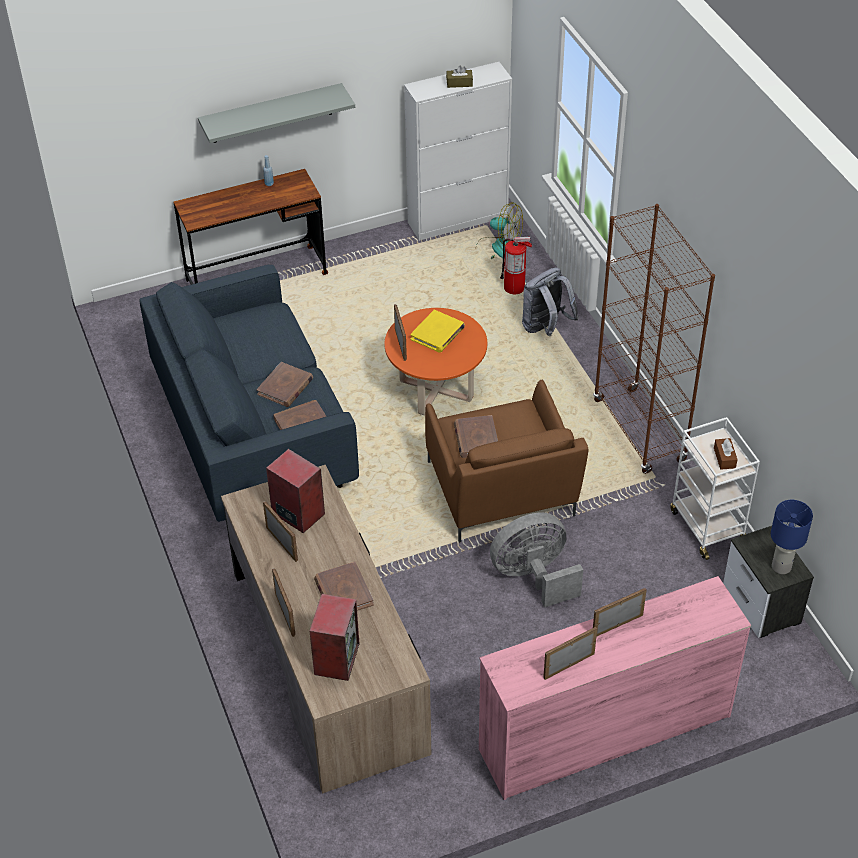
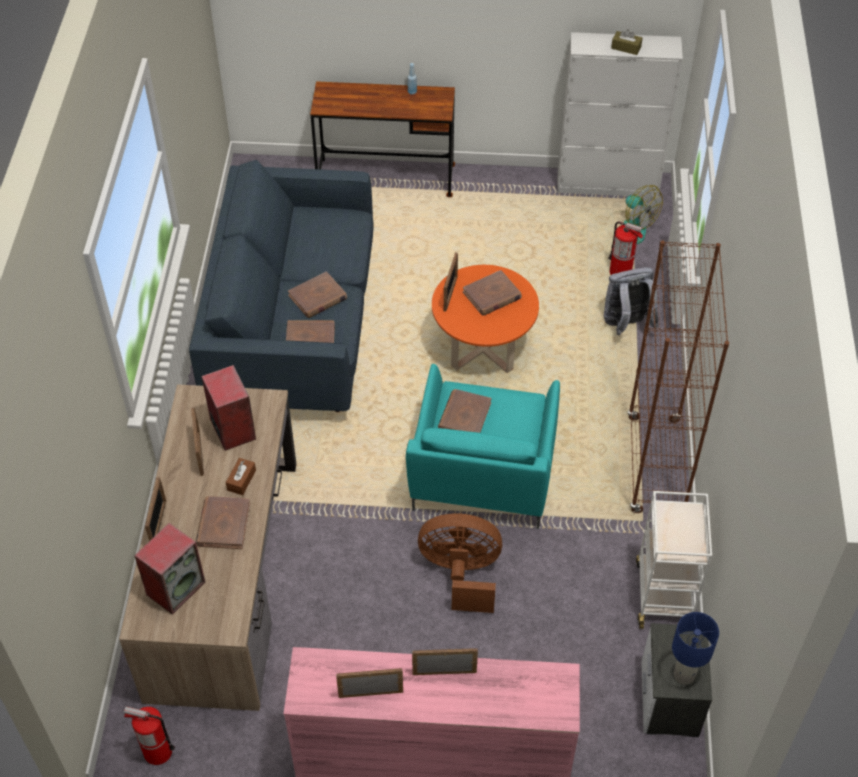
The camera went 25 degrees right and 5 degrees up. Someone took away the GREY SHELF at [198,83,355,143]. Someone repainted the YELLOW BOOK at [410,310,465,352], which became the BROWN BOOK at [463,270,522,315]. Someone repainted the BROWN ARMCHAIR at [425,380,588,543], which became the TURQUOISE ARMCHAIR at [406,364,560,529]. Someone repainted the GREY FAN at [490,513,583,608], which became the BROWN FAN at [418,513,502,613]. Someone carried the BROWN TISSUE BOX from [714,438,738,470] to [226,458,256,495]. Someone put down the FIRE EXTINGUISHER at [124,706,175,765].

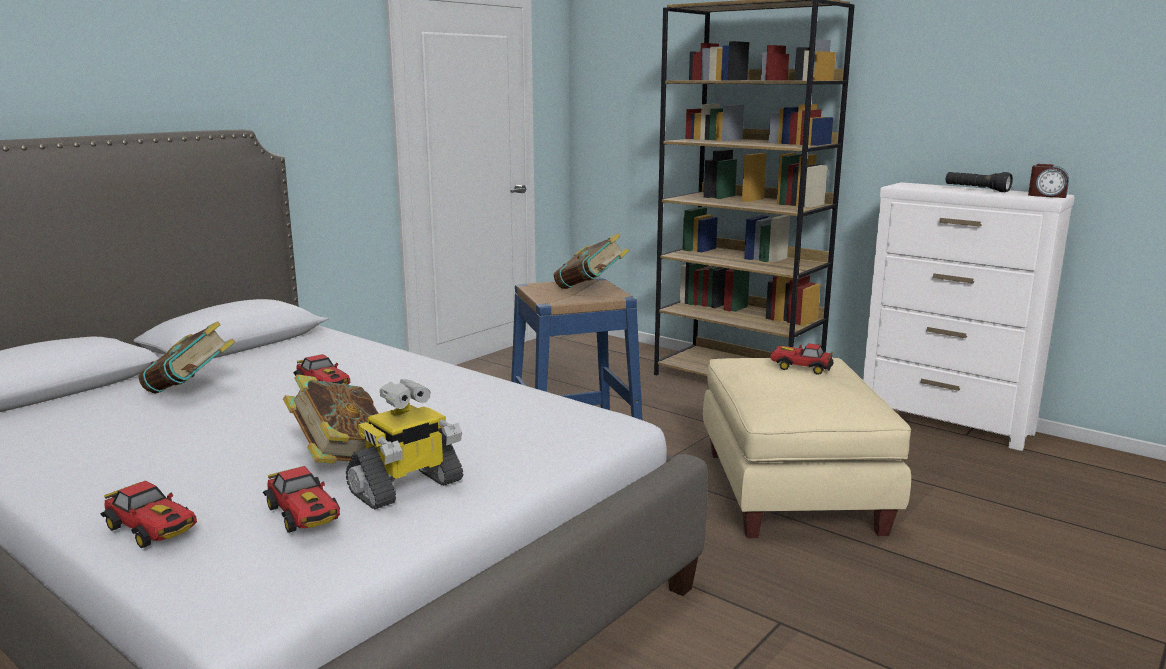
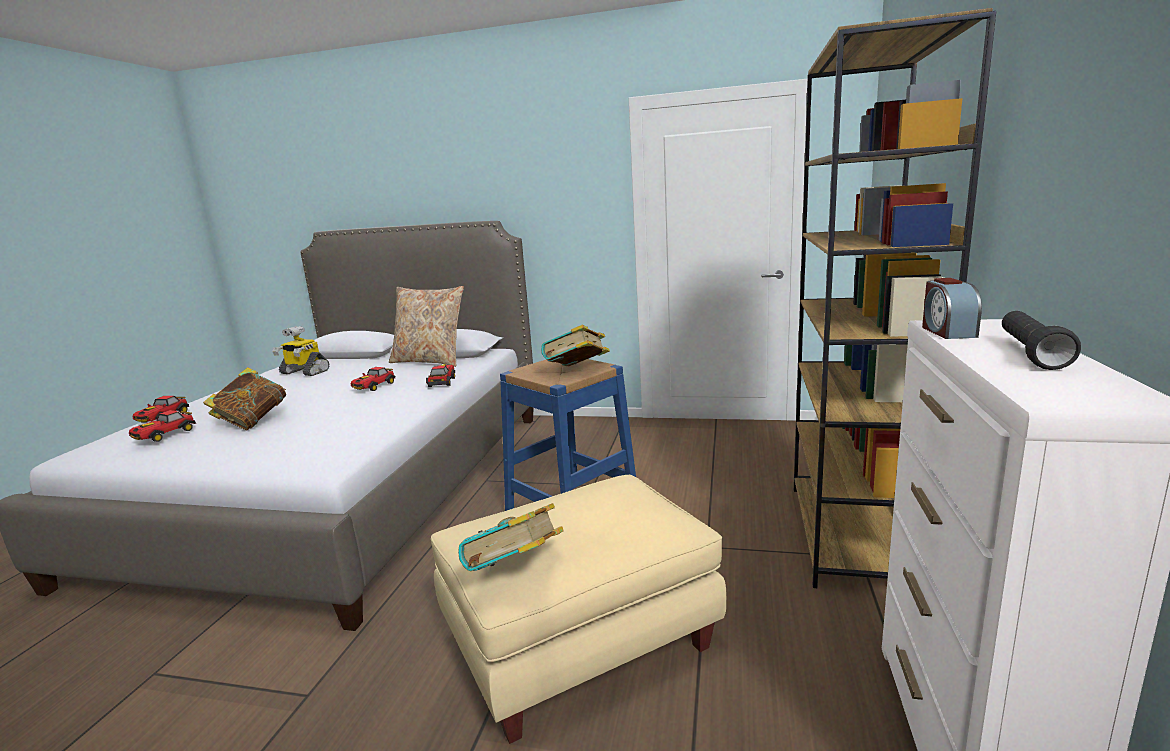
The camera went 65 degrees right and 0 degrees up. Someone carried the BOOK from [138,321,235,394] to [458,503,564,571]. Someone carried the TOY ROBOT from [346,379,463,510] to [272,326,329,376]. Someone carried the TOY CAR from [770,343,834,375] to [426,364,455,387]. Someone carried the ALARM CLOCK from [1028,164,1069,198] to [922,278,982,339]. Someone put down the BEIGE PILLOW at [389,286,464,367].

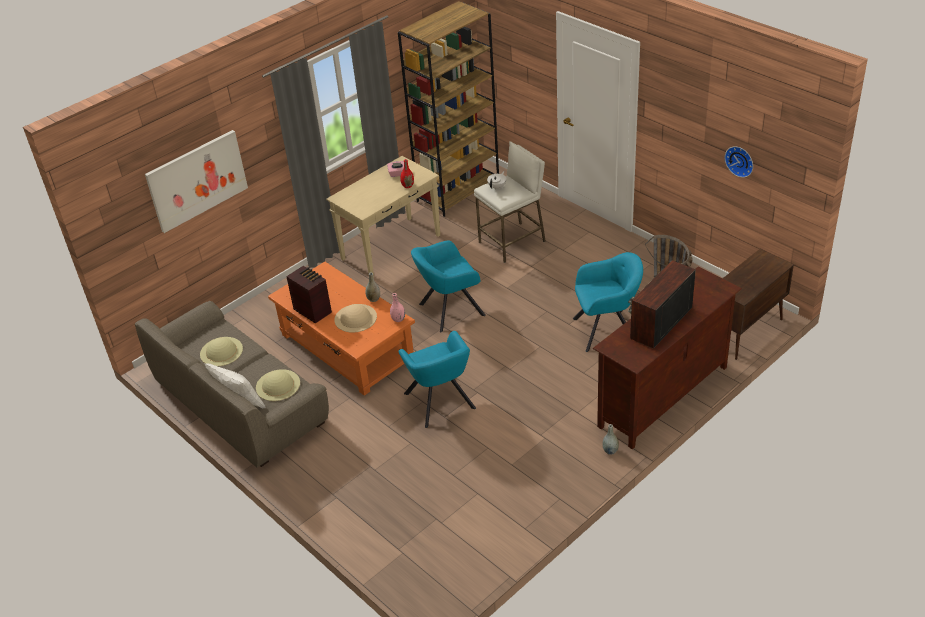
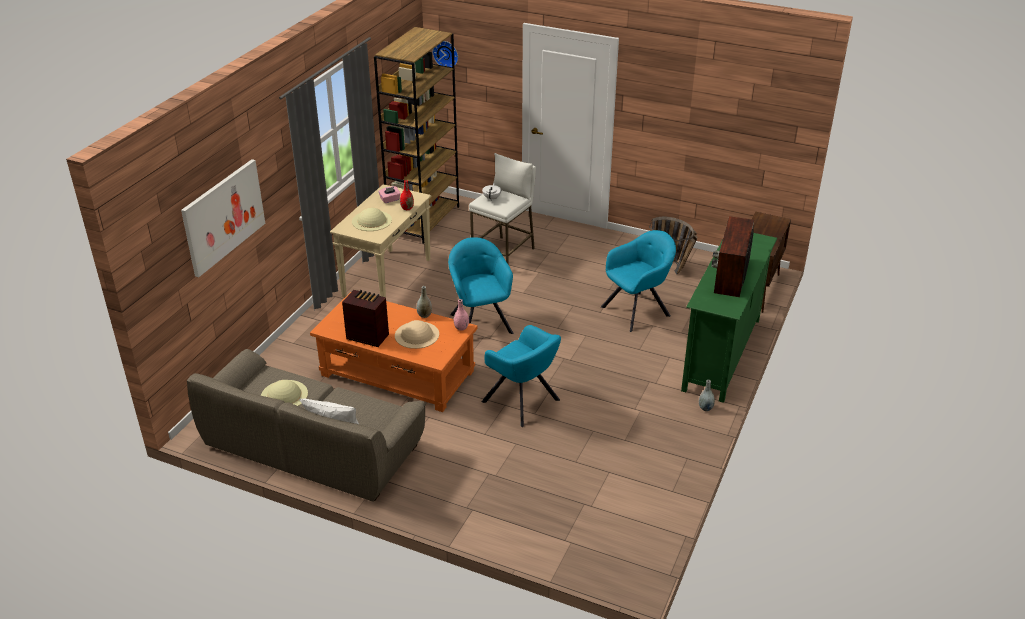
The camera went 25 degrees left and 5 degrees down. Someone carried the BEIGE HAT from [256,369,300,401] to [352,208,392,231]. Someone rotated the TURQUOISE ARMCHAIR at [411,241,486,333] by 120 degrees clockwise. Someone repainted the BROWN TV STAND at [593,267,742,450], which became the GREEN TV STAND at [681,233,777,403]. Someone carried the WALL CLOCK from [725,146,753,178] to [433,41,458,67].

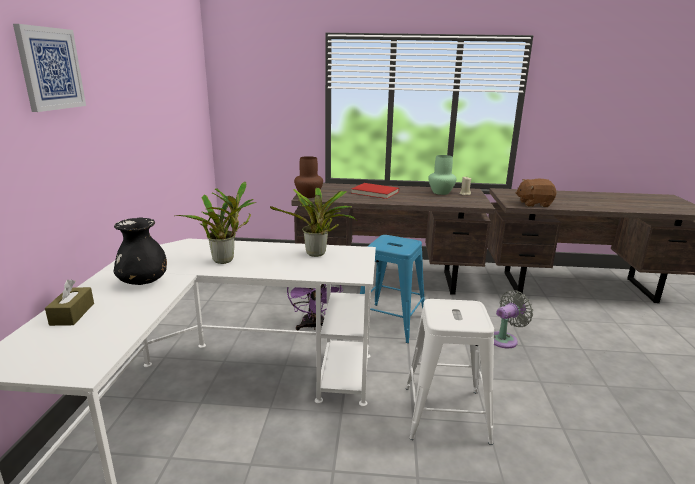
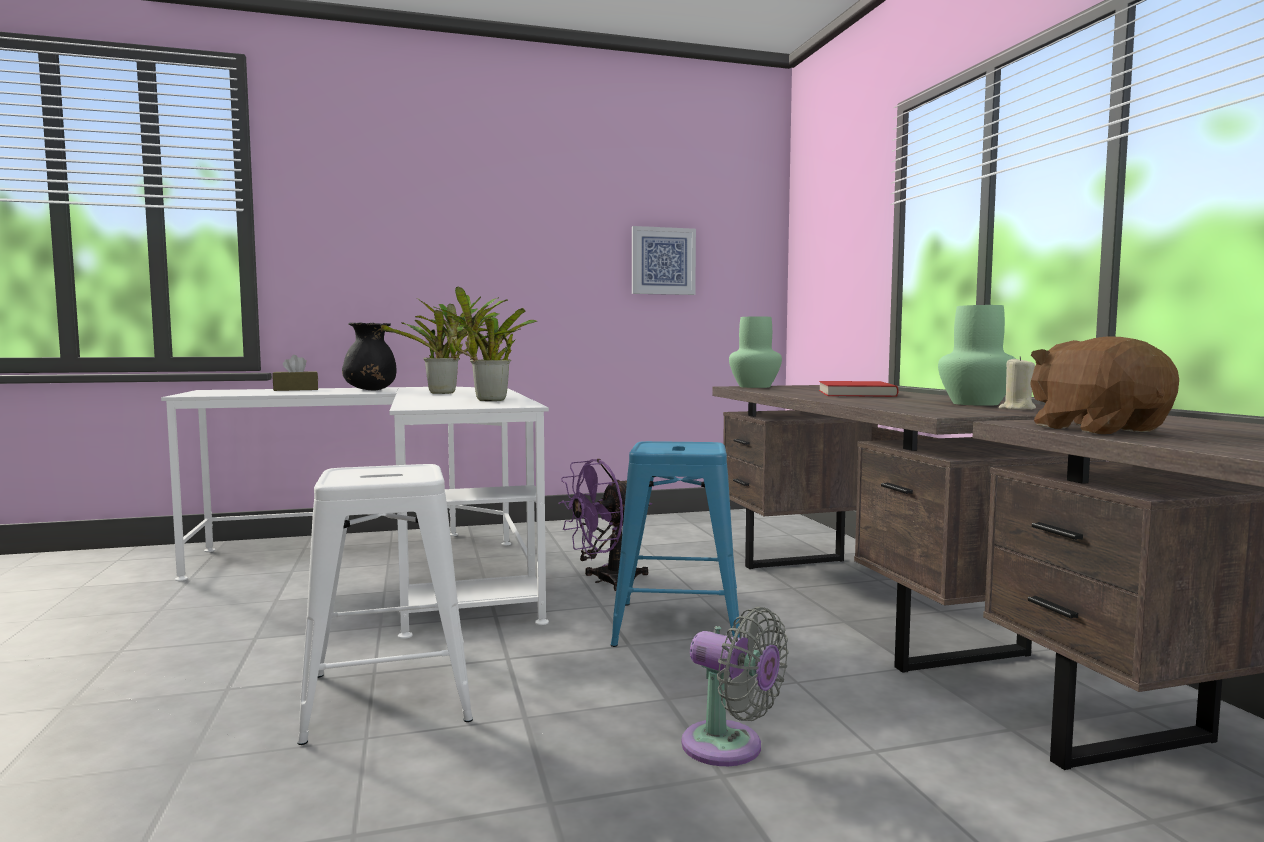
The camera went 70 degrees right and 15 degrees down. Someone carried the PICTURE from [13,24,86,112] to [632,226,696,295]. Someone repainted the BROWN VASE at [294,156,323,198], which became the GREEN VASE at [729,316,782,388].

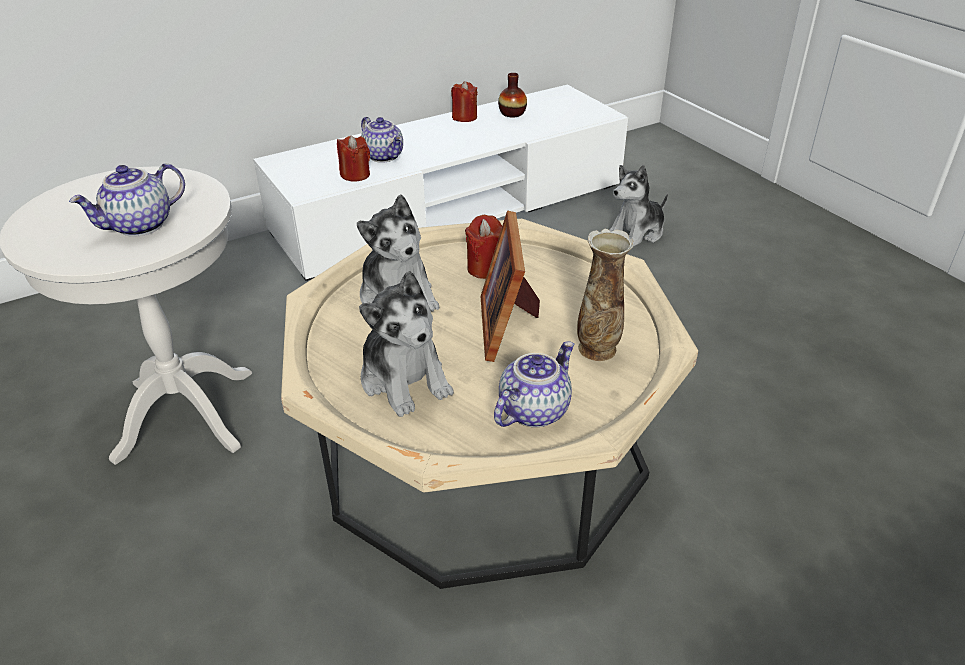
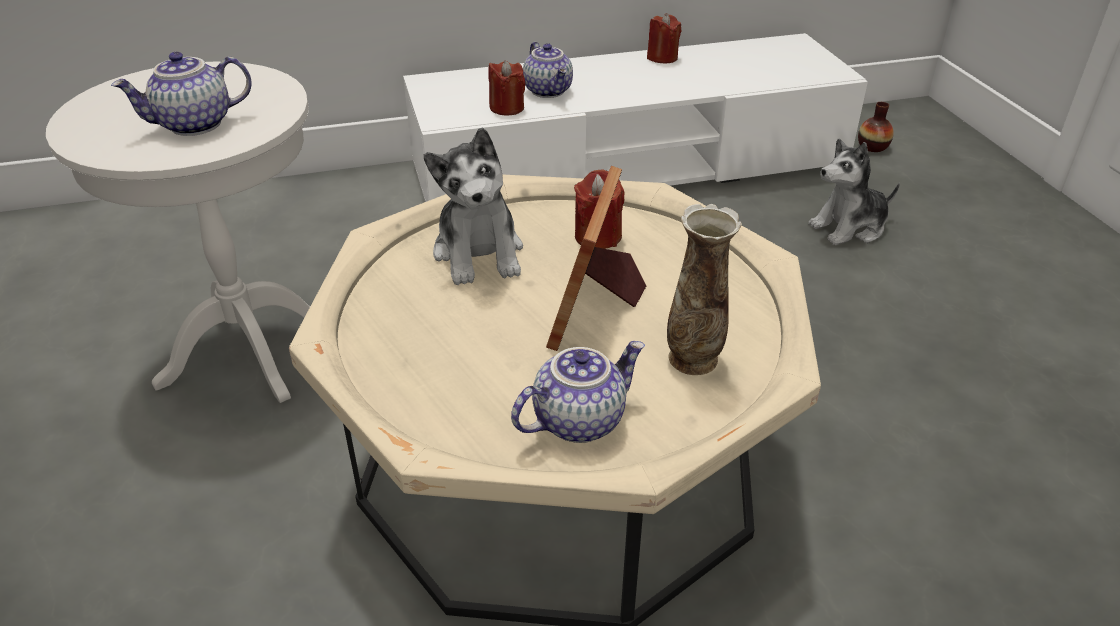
The camera went 15 degrees right and 0 degrees up. Someone took away the PLUSH TOY at [359,271,454,417]. Someone carried the VASE from [498,73,527,118] to [858,102,894,152].

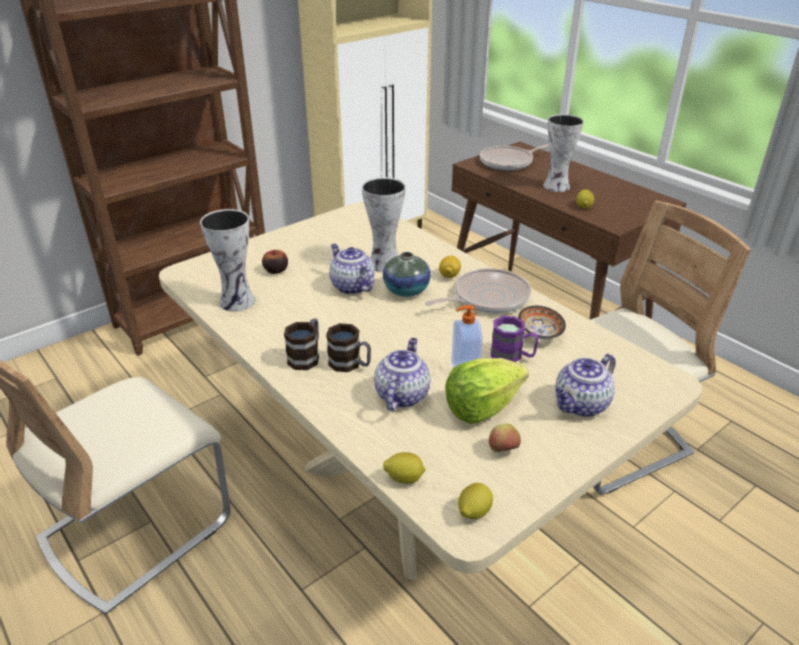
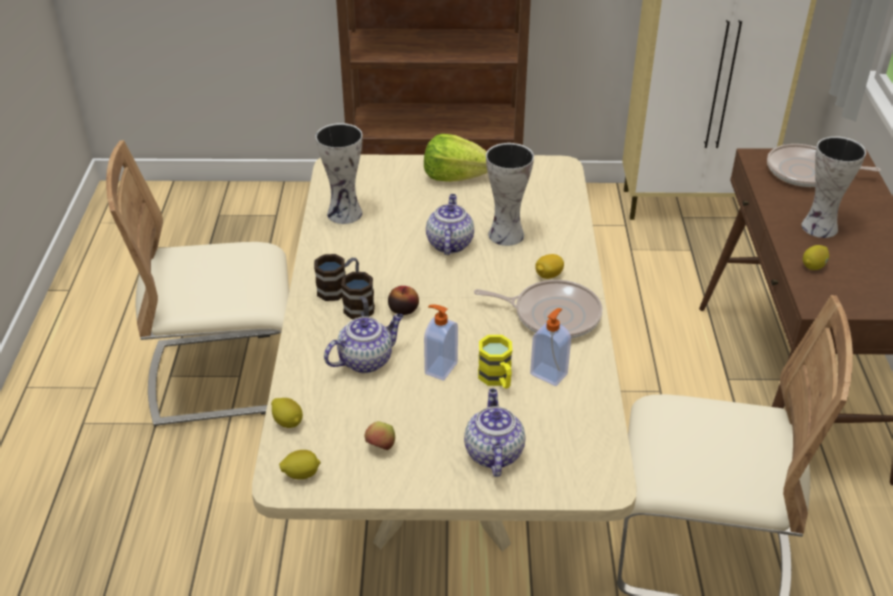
The camera went 40 degrees right and 5 degrees up. Someone carried the APPLE from [262,250,288,274] to [388,286,419,315]. Someone took away the VASE at [383,252,431,297]. Someone carried the LETTUCE from [445,358,529,424] to [424,134,488,182]. Someone repainted the PURPLE MUG at [491,316,539,362], which became the YELLOW MUG at [478,335,512,389]. Someone swapped the BOWL at [518,306,566,339] for the SOAP DISPENSER at [530,308,571,386]. Someone rotated the TEAPOT at [555,354,615,417] by 90 degrees clockwise.

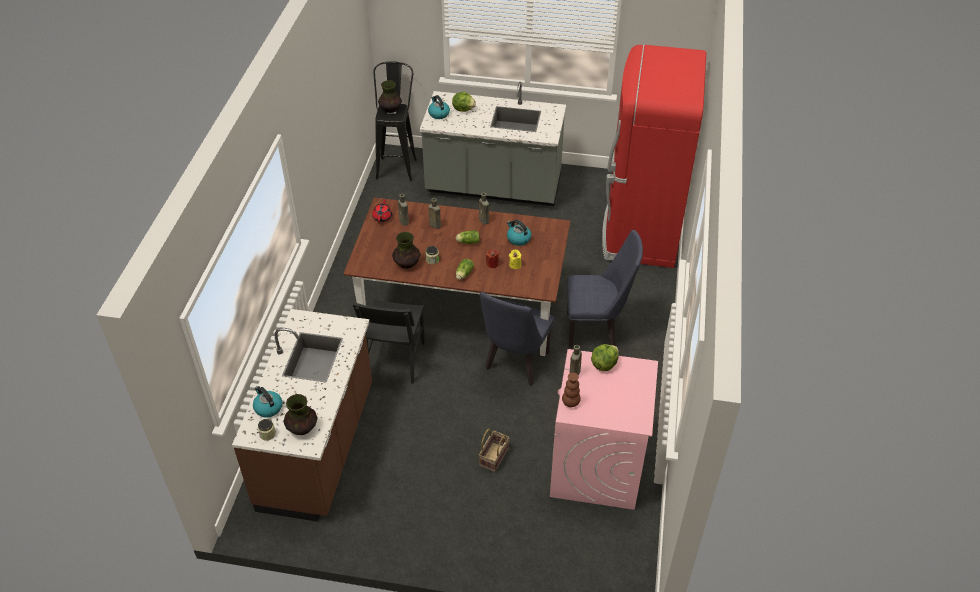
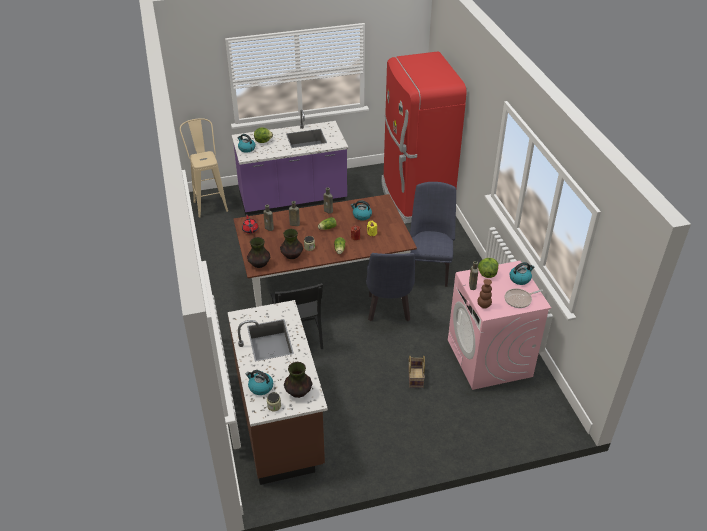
The camera went 25 degrees left and 5 degrees down. Someone repainted the BLACK STOOL at [373,61,417,181], which became the BEIGE STOOL at [180,118,228,217]. Someone carried the VASE from [378,80,402,113] to [247,237,271,268]. Someone repainted the GREY COUNTER at [420,82,566,206], which became the PURPLE COUNTER at [232,110,348,215]. Someone rotated the BLUE CHAIR at [567,230,643,348] by 60 degrees counterclockwise. Someone put down the FRYING PAN at [504,288,543,308]. Someone put down the KETTLE at [509,262,534,285].

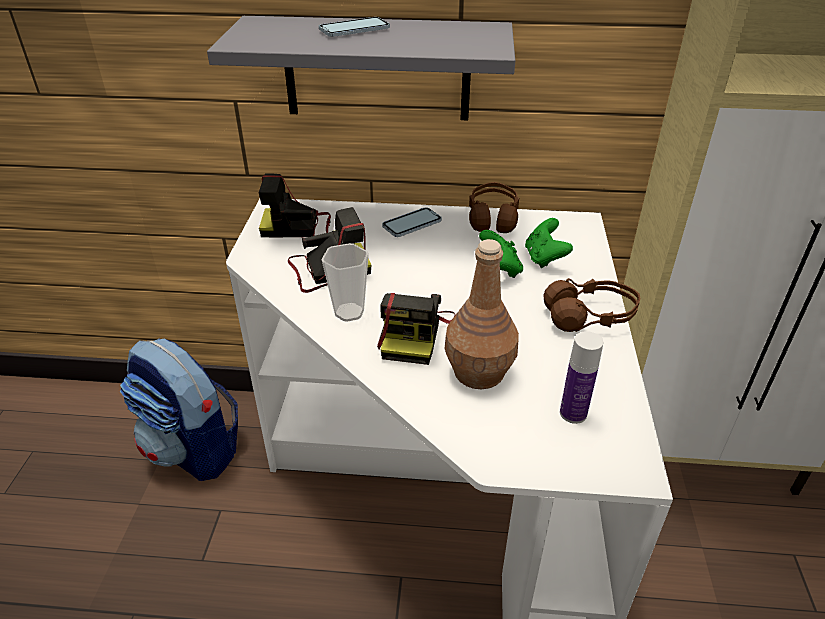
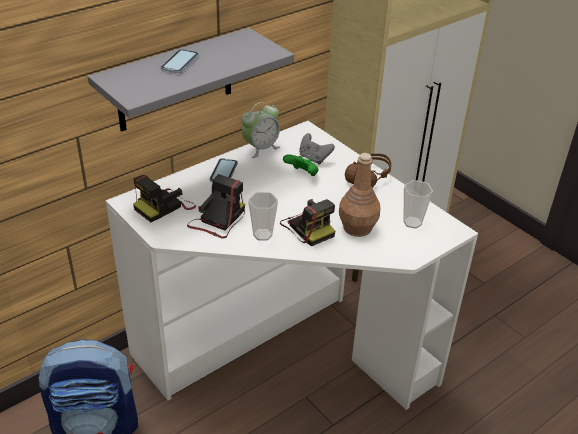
The camera went 45 degrees left and 0 degrees up. Someone swapped the BROWN HEADPHONES at [469,182,519,233] for the ALARM CLOCK at [241,102,280,158]. Someone repainted the GREEN GAME CONTROLLER at [525,218,573,268], which became the GREY GAME CONTROLLER at [299,133,335,165]. Someone swapped the BOTTLE at [560,331,603,424] for the CUP at [403,180,433,228].

